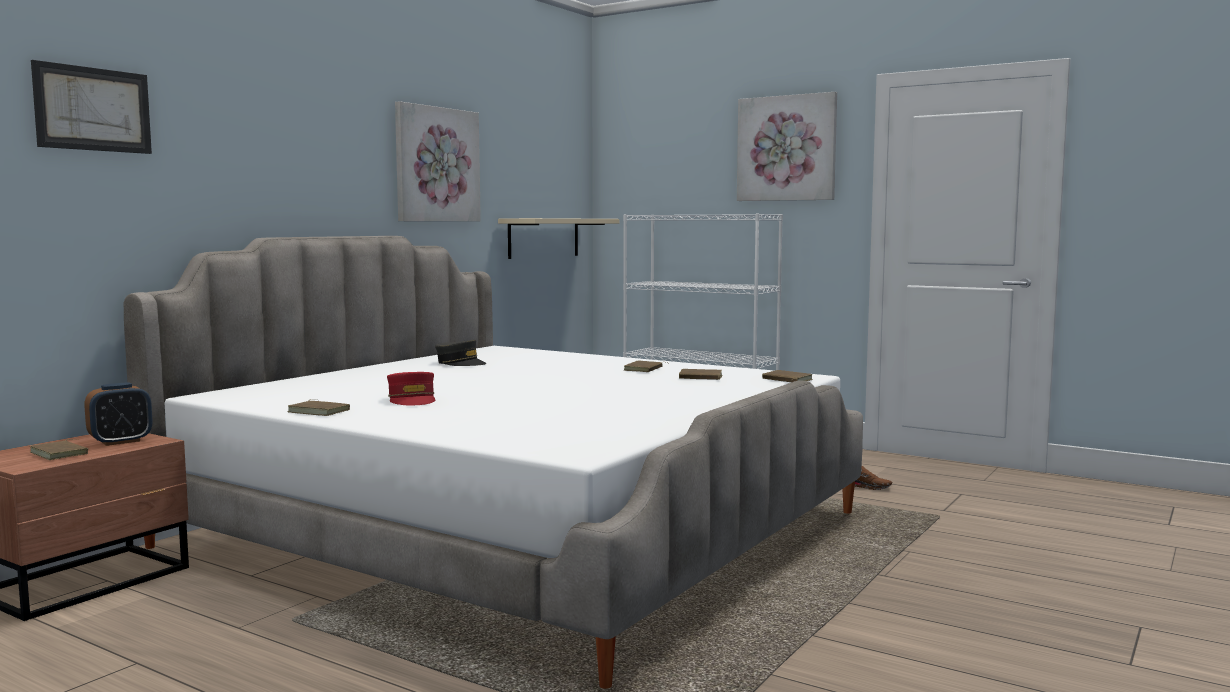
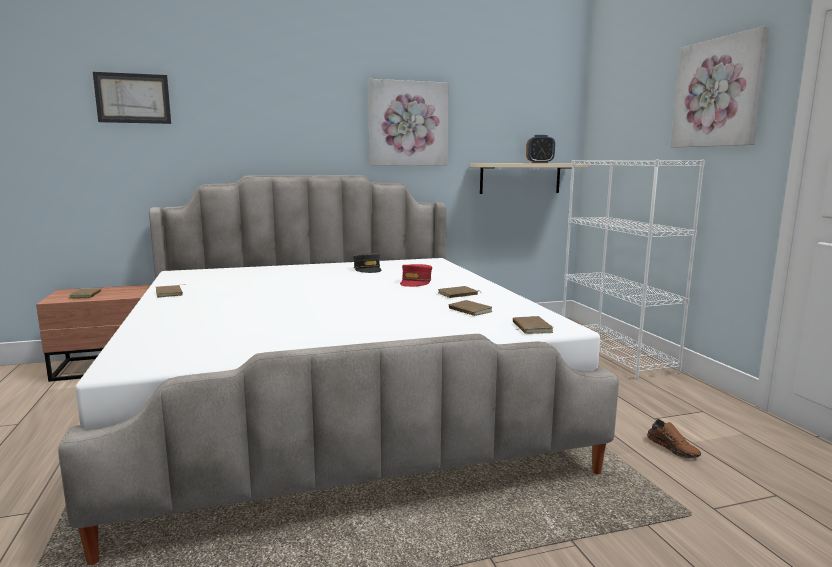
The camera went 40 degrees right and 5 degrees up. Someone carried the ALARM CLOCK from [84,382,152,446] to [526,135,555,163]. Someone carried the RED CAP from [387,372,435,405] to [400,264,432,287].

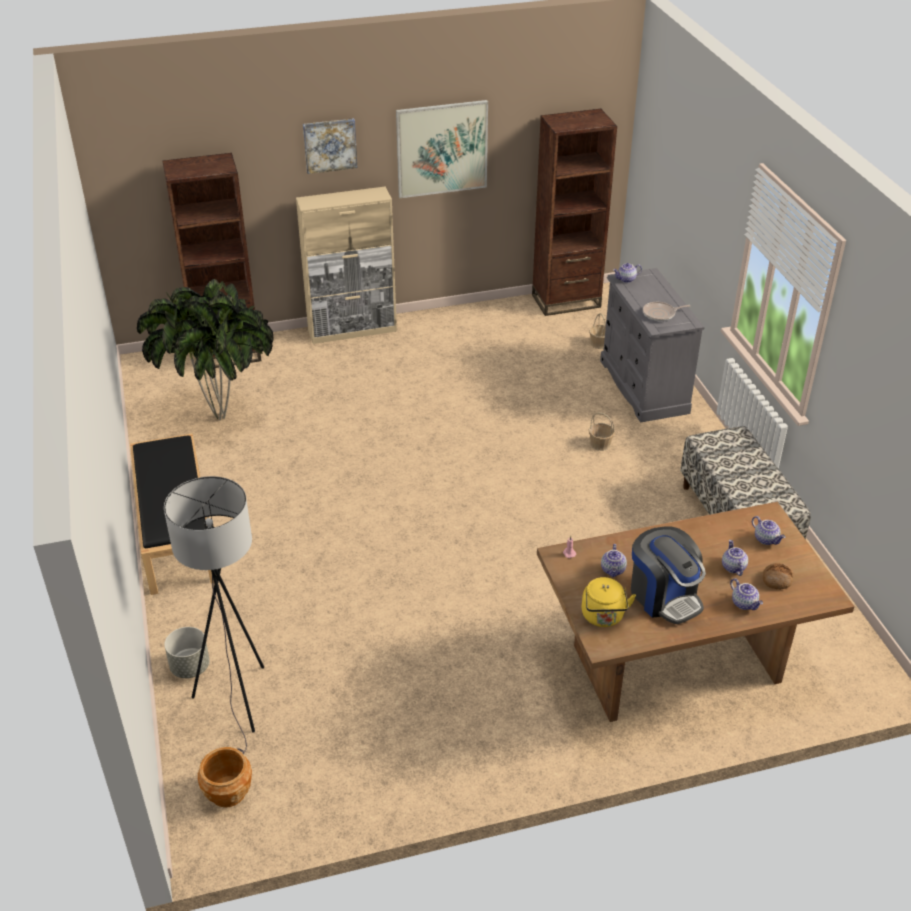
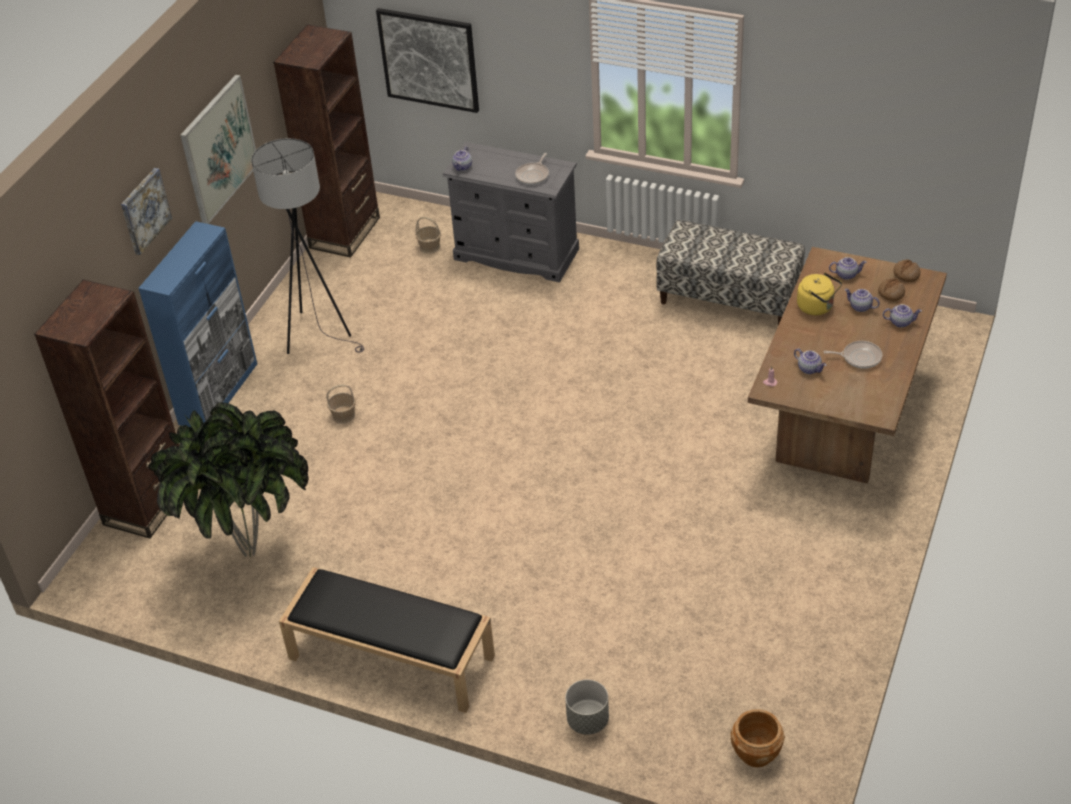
The camera went 50 degrees left and 5 degrees up. Someone carried the GREY FLOOR LAMP from [164,476,264,754] to [251,138,364,354]. Someone repainted the BEIGE CABINET at [296,186,397,344], which became the BLUE CABINET at [138,221,257,427]. Someone carried the YELLOW KETTLE from [582,577,636,627] to [797,273,842,315]. Someone carried the BASKET from [589,412,615,451] to [326,385,356,424]. Someone swapped the COFFEE MACHINE at [631,527,706,624] for the FRYING PAN at [824,341,882,369]. Someone put up the PICTURE at [376,8,479,113]. Someone put down the BREAD at [893,260,920,282].

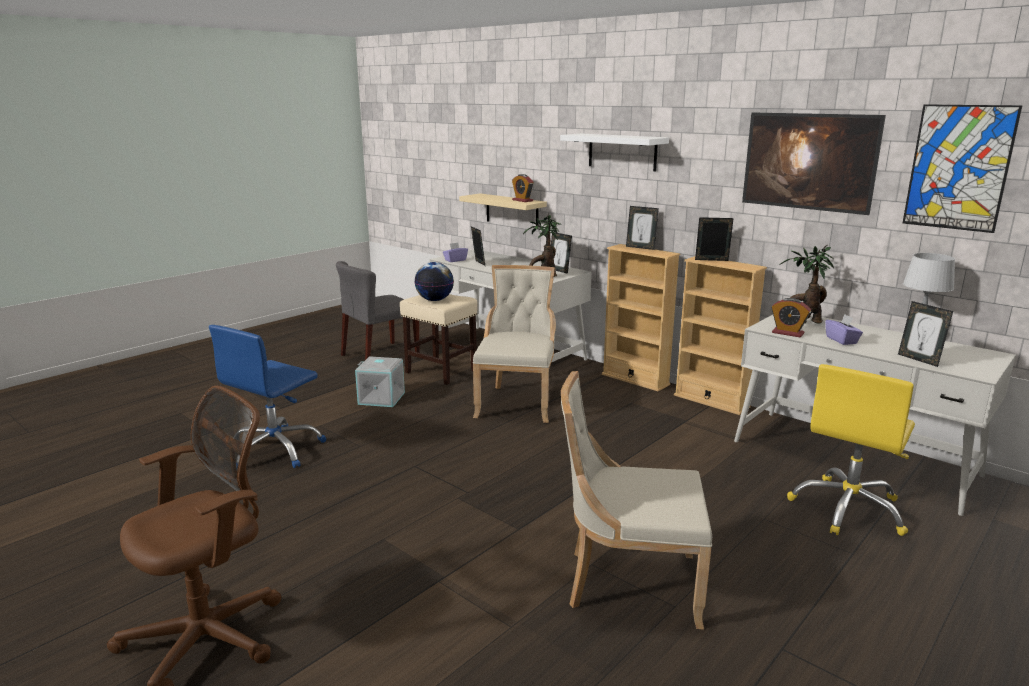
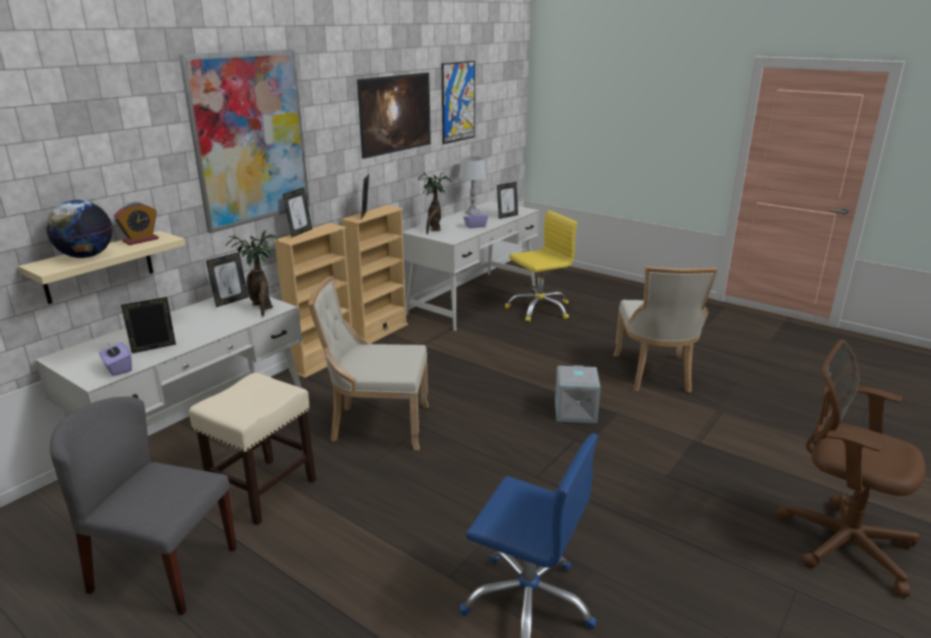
The camera went 95 degrees left and 5 degrees up. Someone rotated the GREY CHAIR at [336,261,420,360] by 150 degrees clockwise. Someone carried the GREY STORAGE BOX from [355,357,405,407] to [555,365,601,423]. Someone carried the GLOBE from [414,262,454,301] to [46,200,113,258]. Someone swapped the WHITE SHELF at [560,134,669,171] for the PICTURE at [179,49,310,233]. Someone took away the ALARM CLOCK at [771,298,811,337]. Someone rotated the YELLOW OFFICE CHAIR at [787,364,915,536] by 60 degrees counterclockwise.

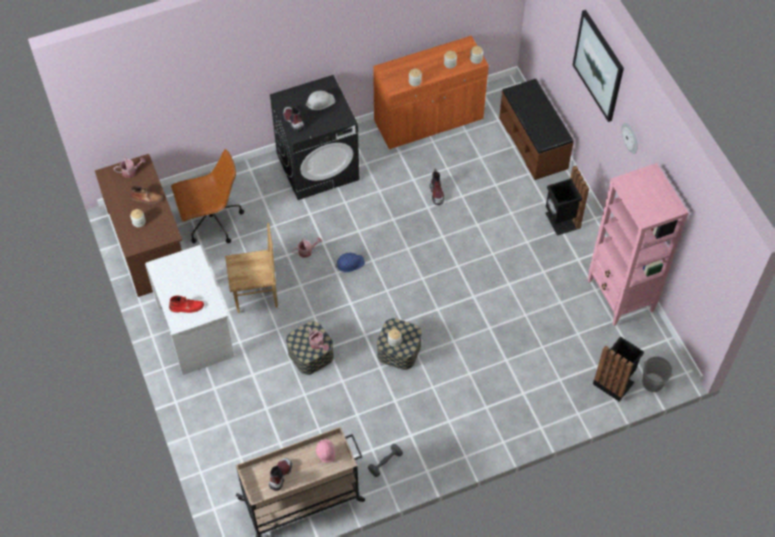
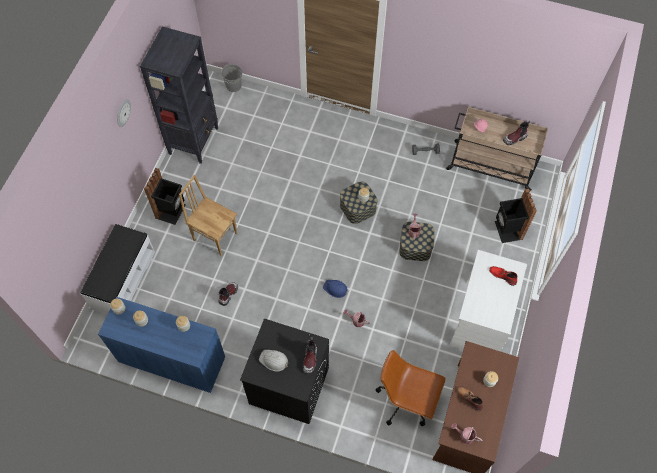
The camera went 140 degrees left and 5 degrees up. Someone carried the BROWN CHAIR from [225,223,278,313] to [179,175,237,255]. Someone repainted the ORANGE CABINET at [373,36,489,149], which became the BLUE CABINET at [98,297,225,393]. Someone repainted the BROWN BENCH at [499,79,574,180], which became the WHITE BENCH at [80,224,155,315]. Someone took away the PICTURE at [573,10,624,122]. Someone repainted the PINK BOOKCASE at [588,163,689,326], which became the BLACK BOOKCASE at [140,26,218,164]. Someone carried the BLACK TRASH CAN from [593,336,644,402] to [495,188,537,243].

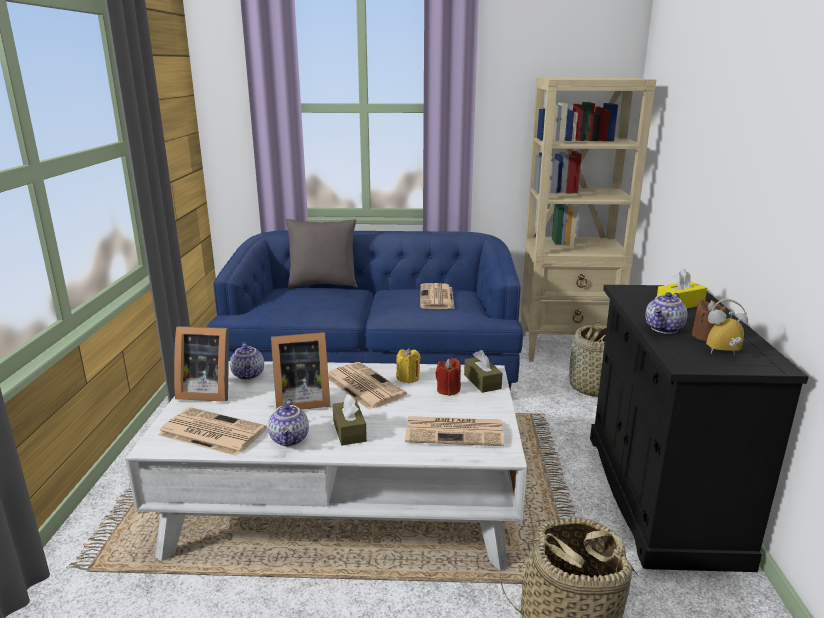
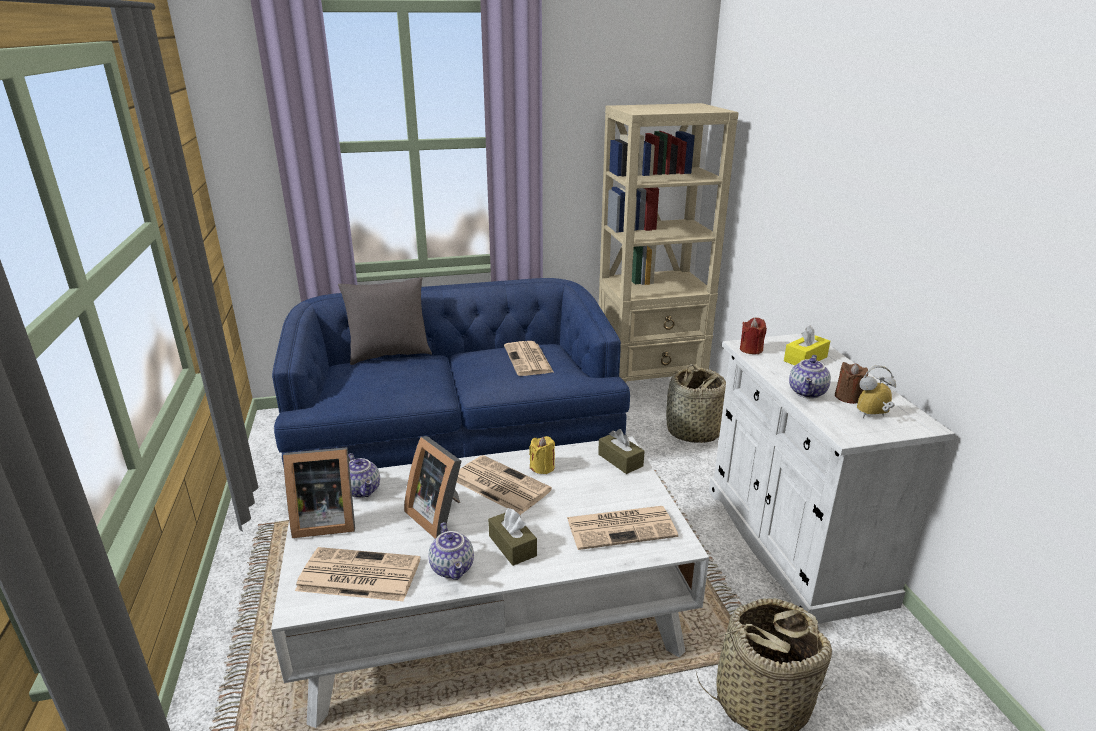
The camera went 15 degrees left and 5 degrees up. Someone rotated the PICTURE FRAME at [271,332,330,410] by 75 degrees clockwise. Someone carried the RED CANDLE from [435,358,461,396] to [740,318,767,354]. Someone repainted the BLACK CABINET at [590,285,808,572], which became the WHITE CABINET at [709,334,955,624].

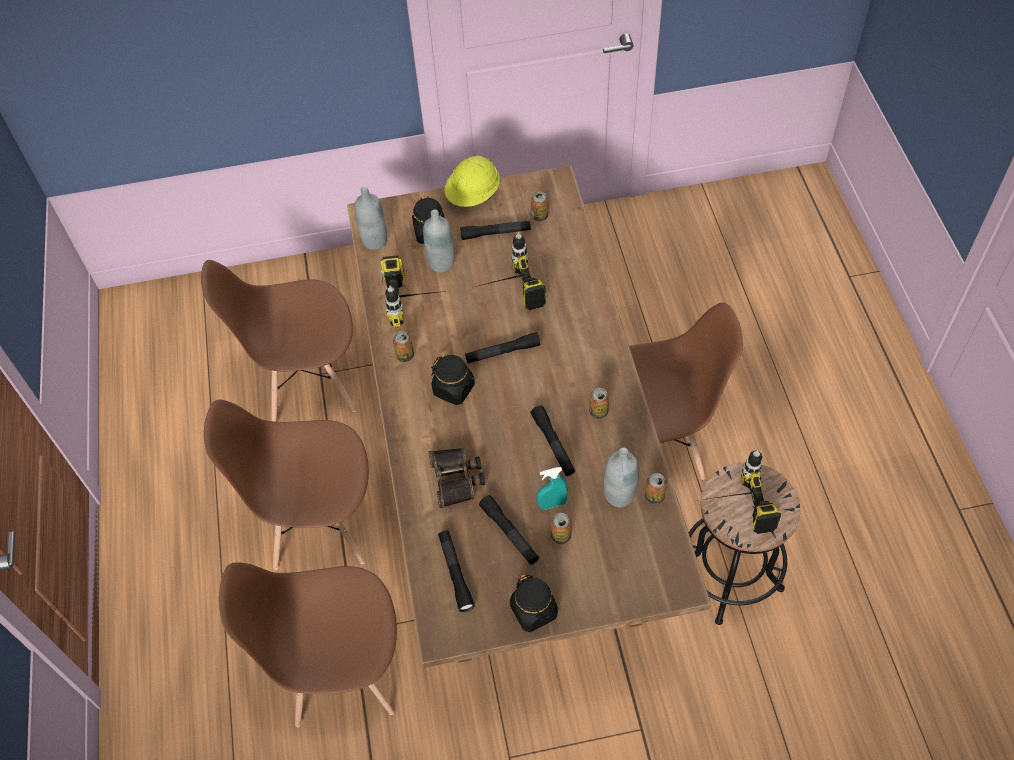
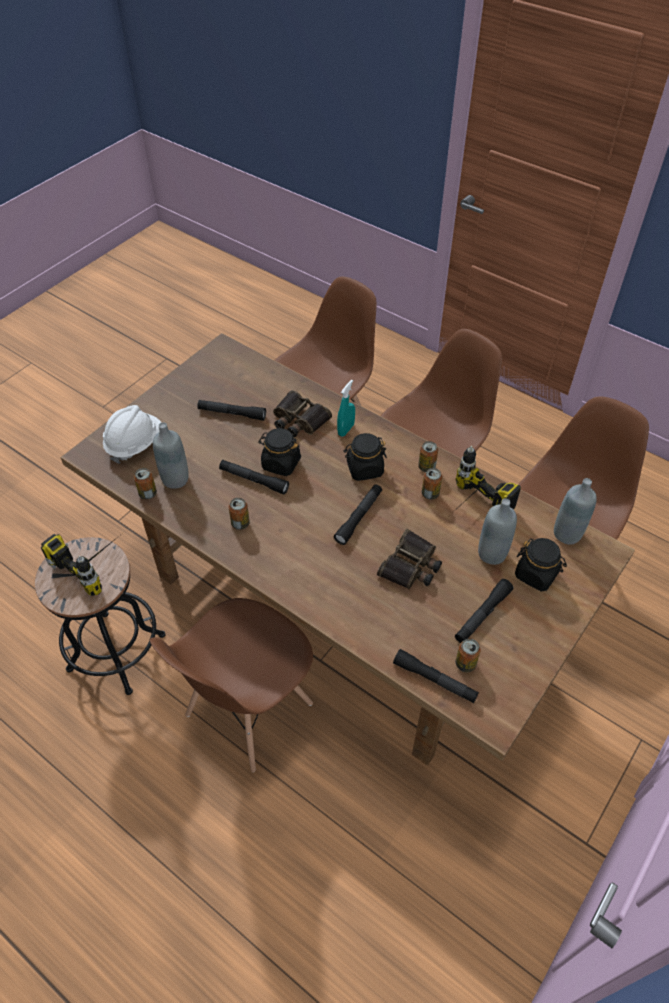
The camera went 135 degrees right and 5 degrees down. Someone carried the BLACK FLASHLIGHT from [438,530,475,612] to [393,649,479,703]. Someone took away the YELLOW HARD HAT at [445,156,500,207]. Someone swapped the POWER DRILL at [479,232,546,310] for the BINOCULARS at [377,529,442,589]. Someone carried the BLACK JAR from [510,574,558,632] to [258,428,301,476]. Someone carried the TURQUOISE SPRAY BOTTLE from [537,467,568,510] to [337,380,355,437]. Someone carried the CAN from [551,513,571,544] to [422,468,442,500]. Someone put down the WHITE HARD HAT at [103,405,162,464].

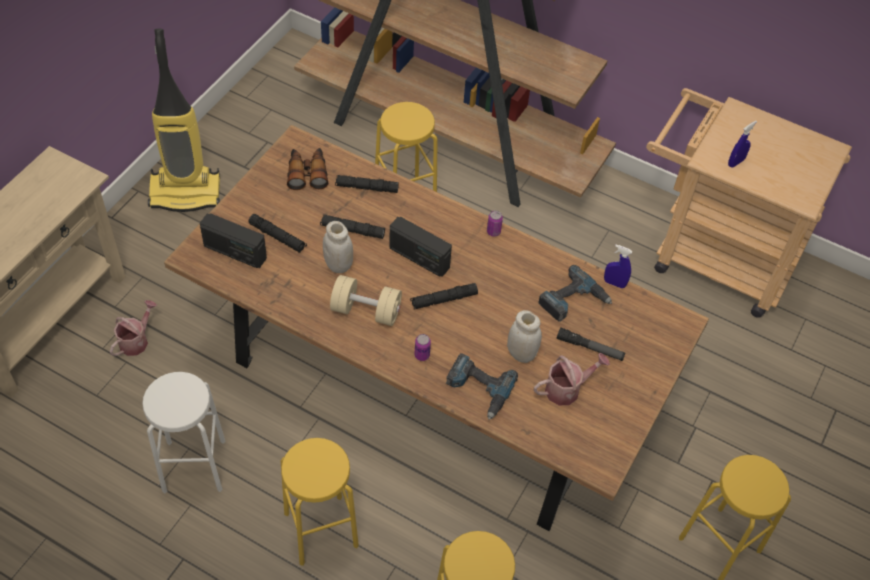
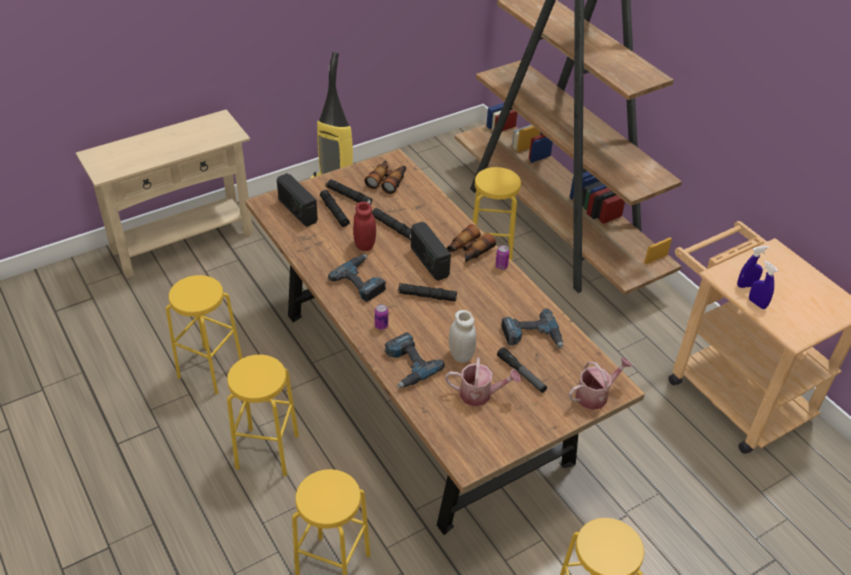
The camera went 30 degrees right and 10 degrees down. Someone carried the WATERING CAN from [110,300,157,356] to [568,357,632,410]. Someone repainted the WHITE STOOL at [142,372,226,494], which became the YELLOW STOOL at [166,275,242,394]. Someone repainted the WHITE JAR at [323,221,353,273], which became the RED JAR at [353,202,376,251]. Someone swapped the BEIGE DUMBBELL at [330,275,402,326] for the POWER DRILL at [328,254,386,302]. Someone carried the BLACK FLASHLIGHT from [335,175,399,193] to [325,179,372,205]. Someone carried the BLUE SPRAY BOTTLE from [604,245,633,288] to [749,261,778,309]. Someone put down the BINOCULARS at [447,224,496,262].

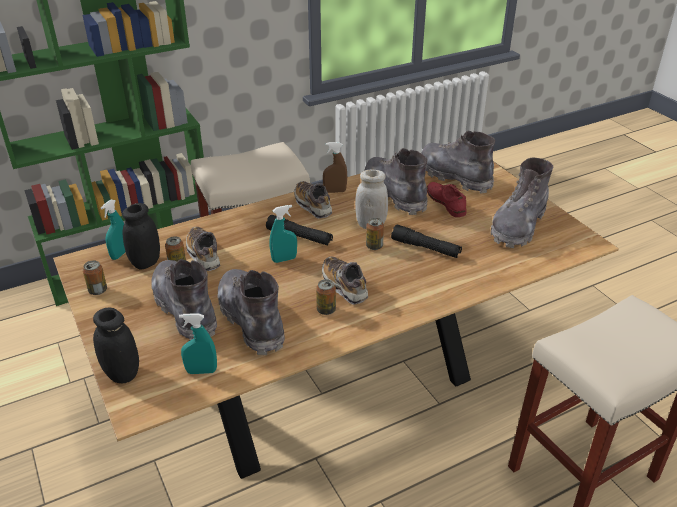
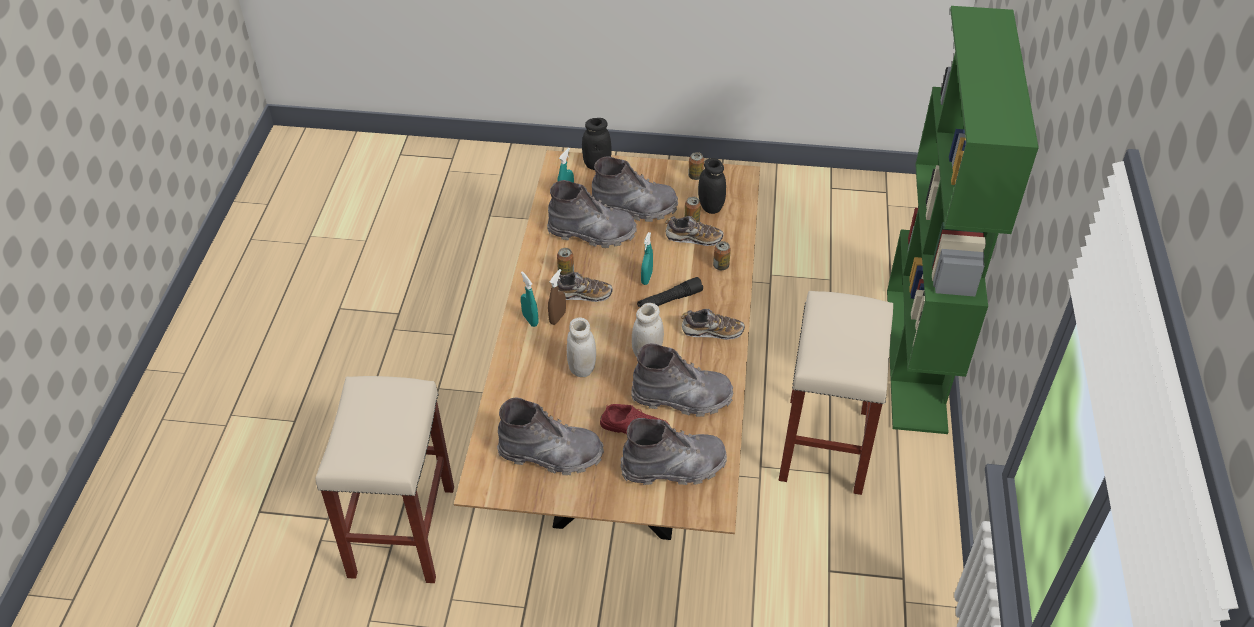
The camera went 125 degrees right and 10 degrees up. Someone carried the TURQUOISE SPRAY BOTTLE from [101,199,125,260] to [521,271,539,327]. Someone carried the BROWN SPRAY BOTTLE from [323,142,347,193] to [548,269,566,325]. Someone carried the CAN from [366,218,384,250] to [713,241,731,270]. Someone swapped the BLACK FLASHLIGHT at [391,225,462,258] for the WHITE JAR at [567,318,596,377]. Someone rotated the GREY BOOT at [491,158,553,248] by 120 degrees clockwise.

